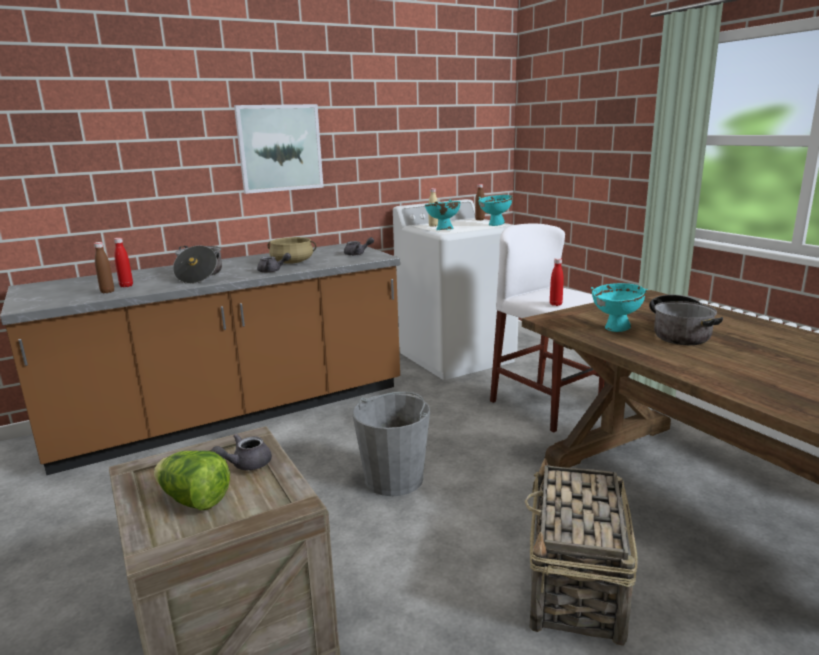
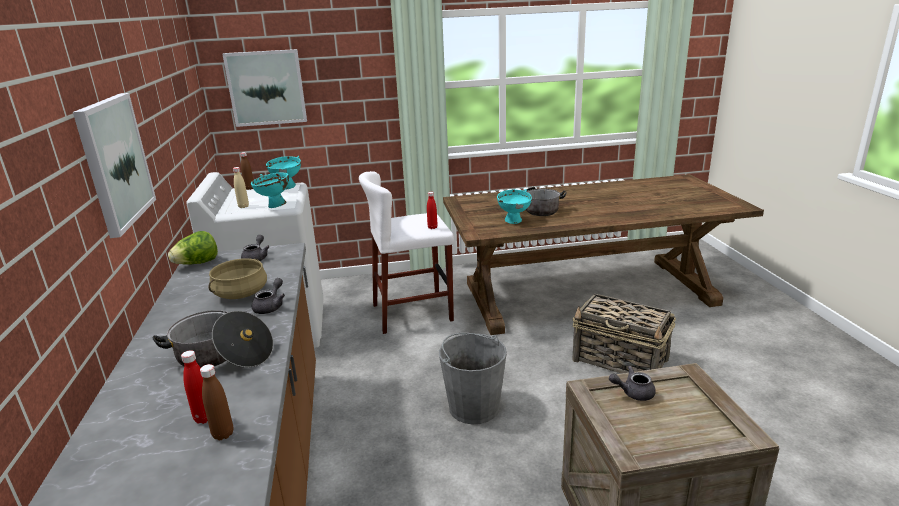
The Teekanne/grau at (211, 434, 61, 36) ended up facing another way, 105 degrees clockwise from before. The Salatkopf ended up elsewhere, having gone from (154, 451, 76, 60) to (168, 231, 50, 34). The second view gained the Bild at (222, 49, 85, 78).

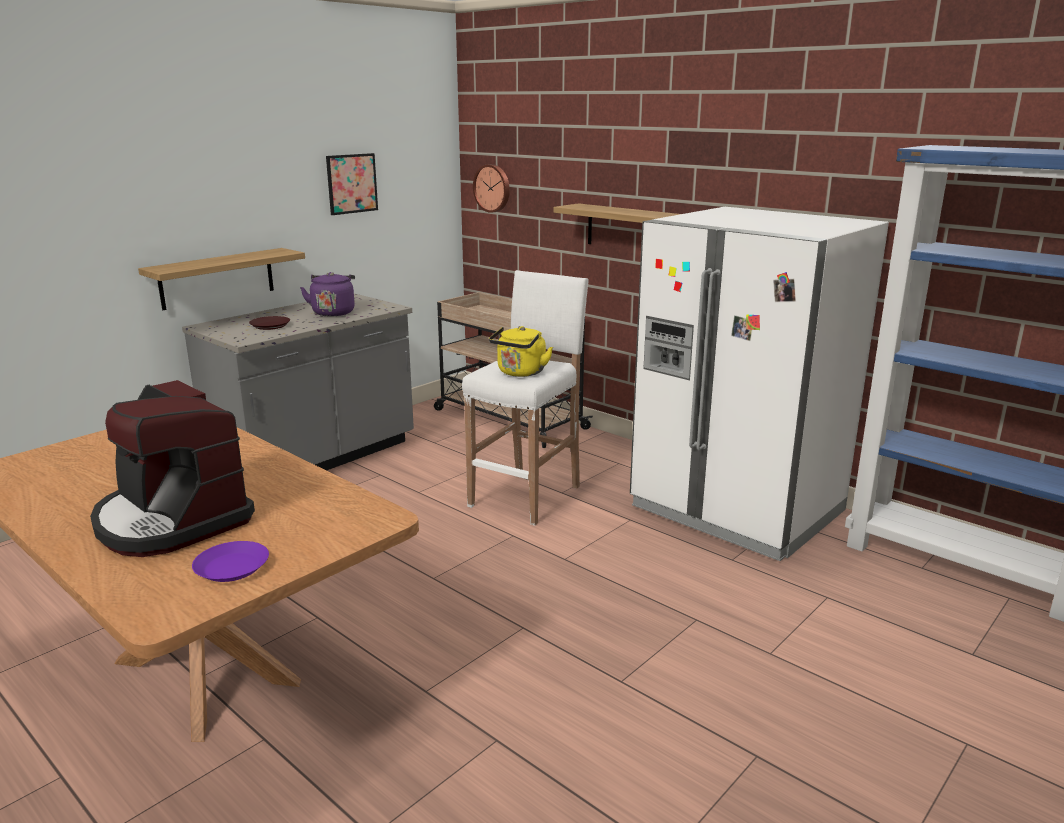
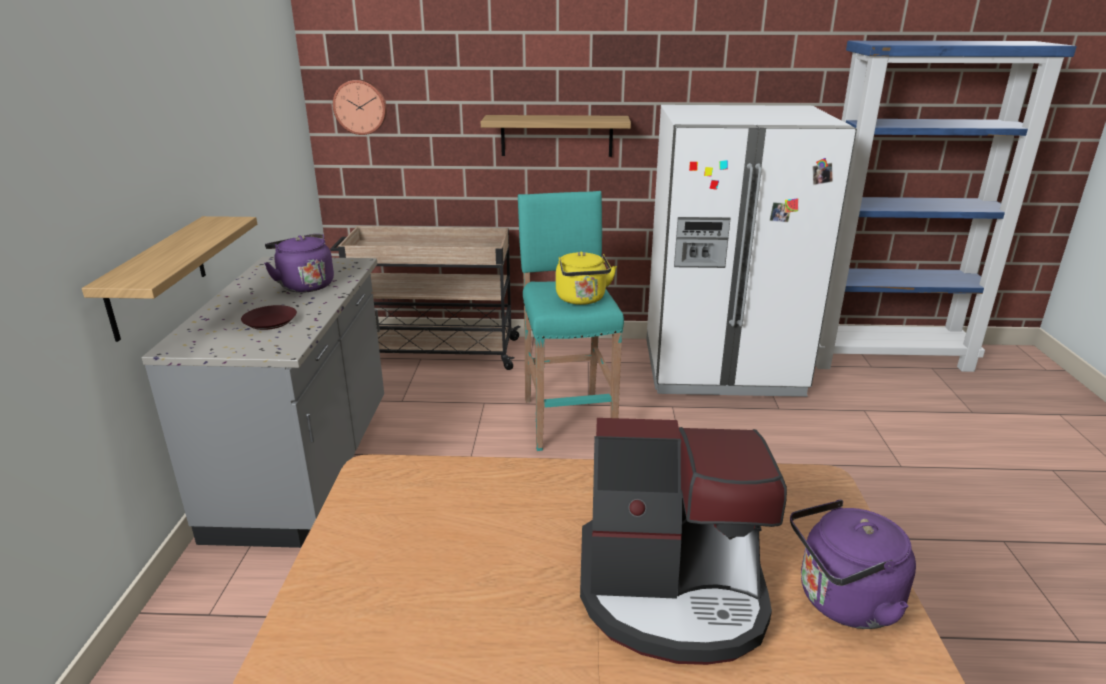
The second view lost the Bild at (326, 153, 52, 62). What was the Hocker/weiß at (462, 270, 127, 256) turned into the Hocker/türkis at (518, 191, 106, 260). Where the Teller/lila stood at (192, 541, 77, 41), the Wasserkessel/lila came to stand at (790, 500, 126, 129).

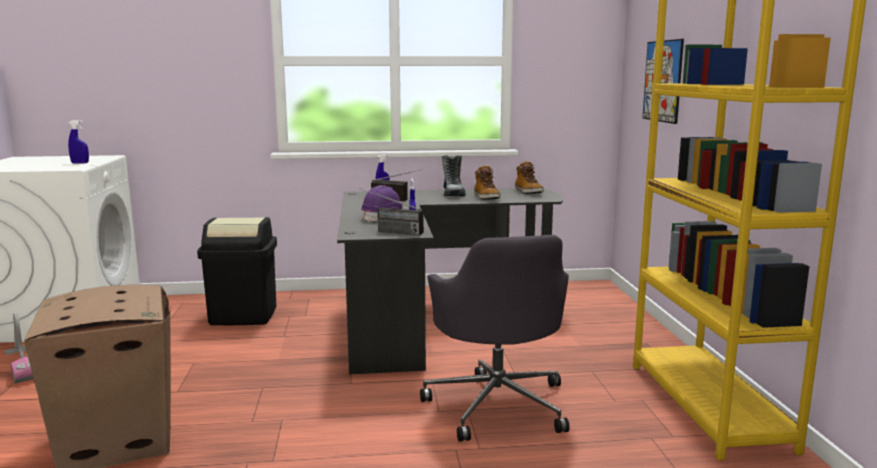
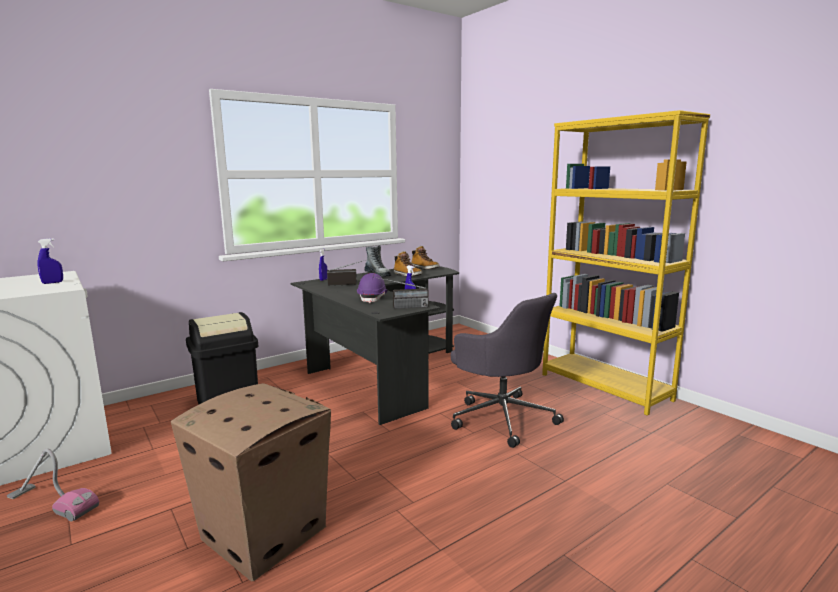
The second view lost the Bild at (643, 39, 41, 85).

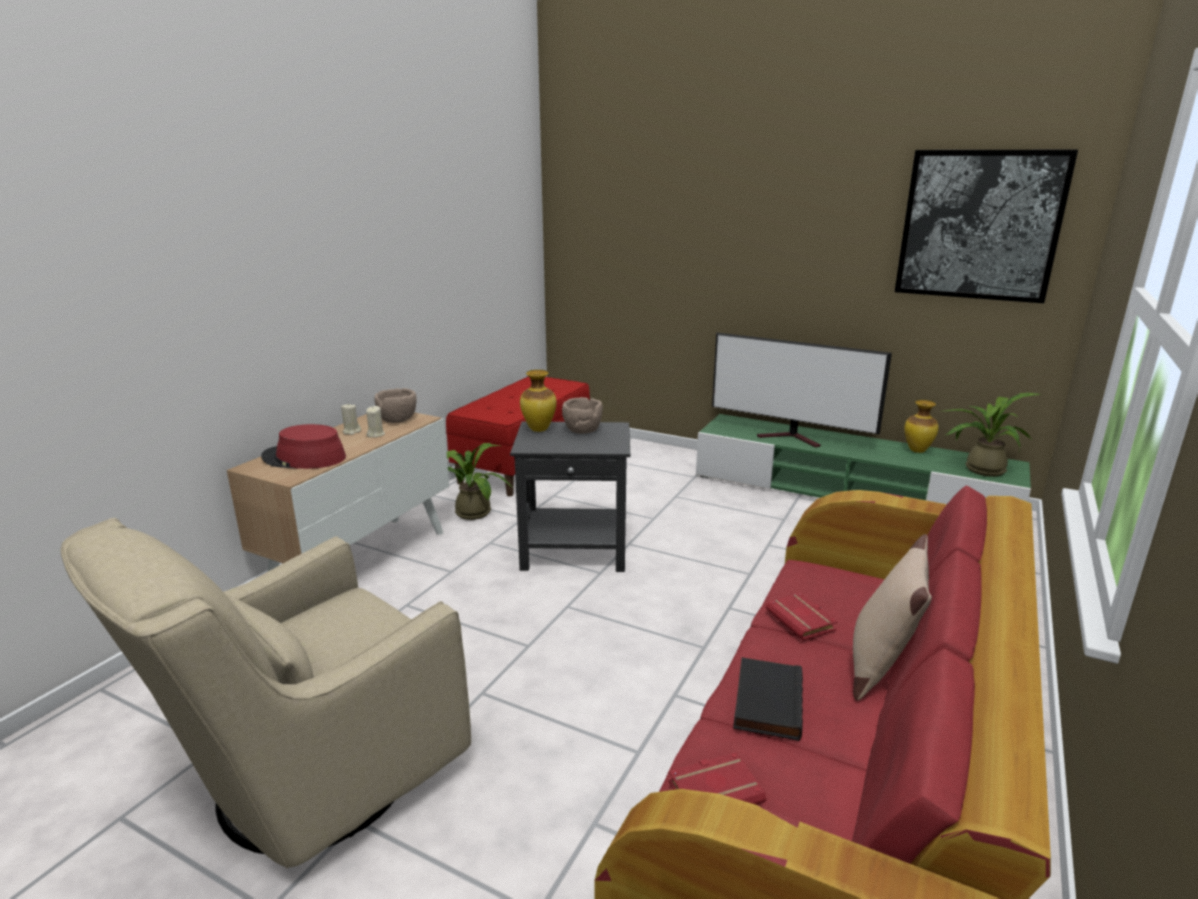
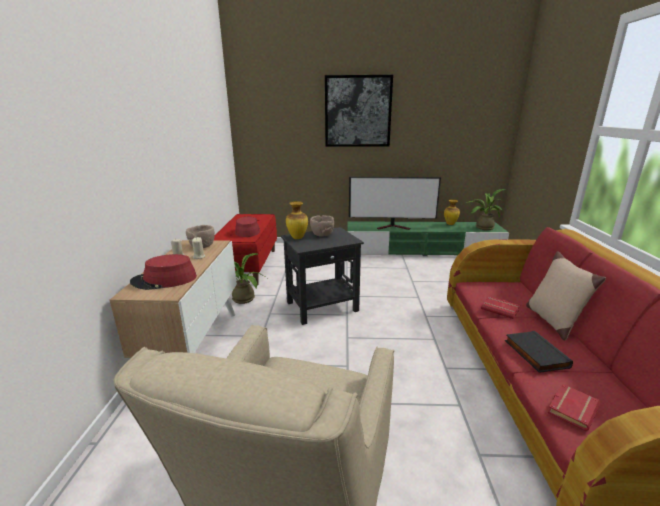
The Bild ended up elsewhere, having gone from (895, 150, 183, 153) to (325, 75, 68, 72). The second view gained the Hut/rot at (235, 217, 25, 20).

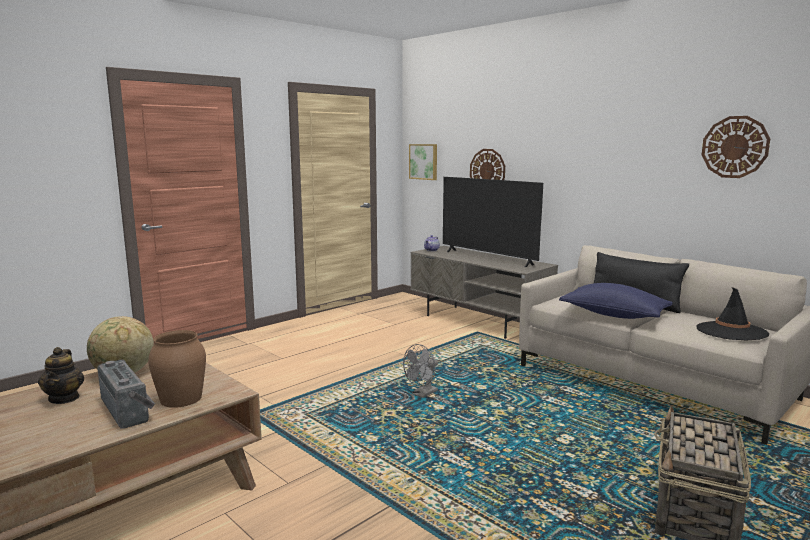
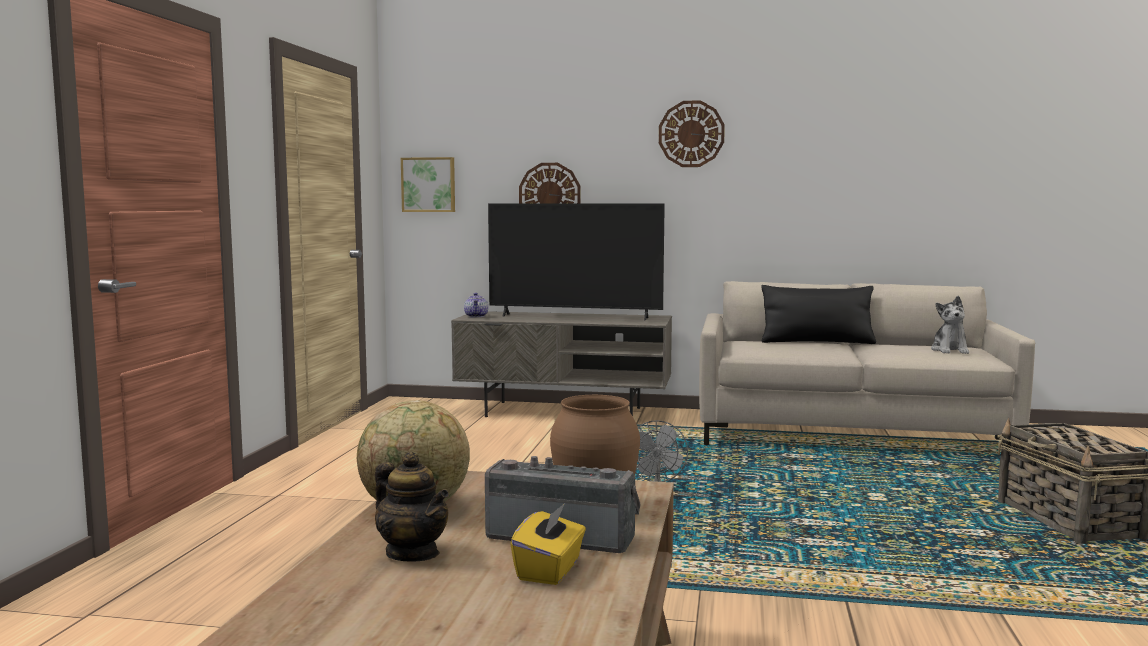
The Wanduhr ended up elsewhere, having gone from (702, 116, 68, 62) to (659, 100, 66, 67). The second view lost the Kissen/blau at (559, 283, 114, 36). Where the Hut/schwarz stood at (696, 287, 73, 54), the Plüschtier came to stand at (931, 296, 38, 58). The second view gained the Taschentuchbox/gelb at (510, 503, 76, 82).

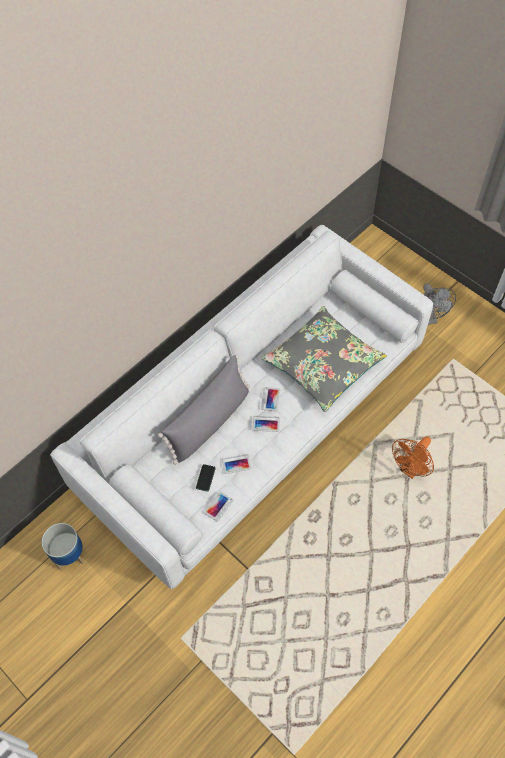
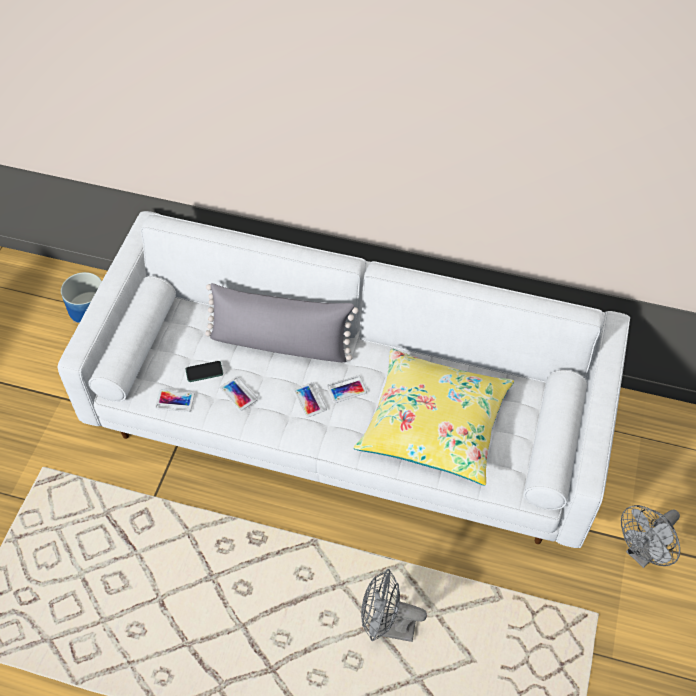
What was the Kissen/grau at (262, 306, 125, 106) turned into the Kissen/gelb at (354, 349, 160, 137). What was the Ventilator/orange at (392, 436, 42, 43) turned into the Ventilator/grau at (361, 569, 66, 73).

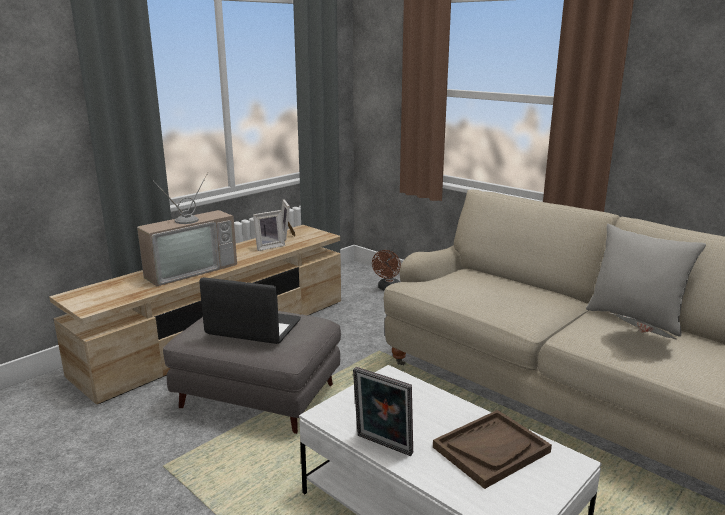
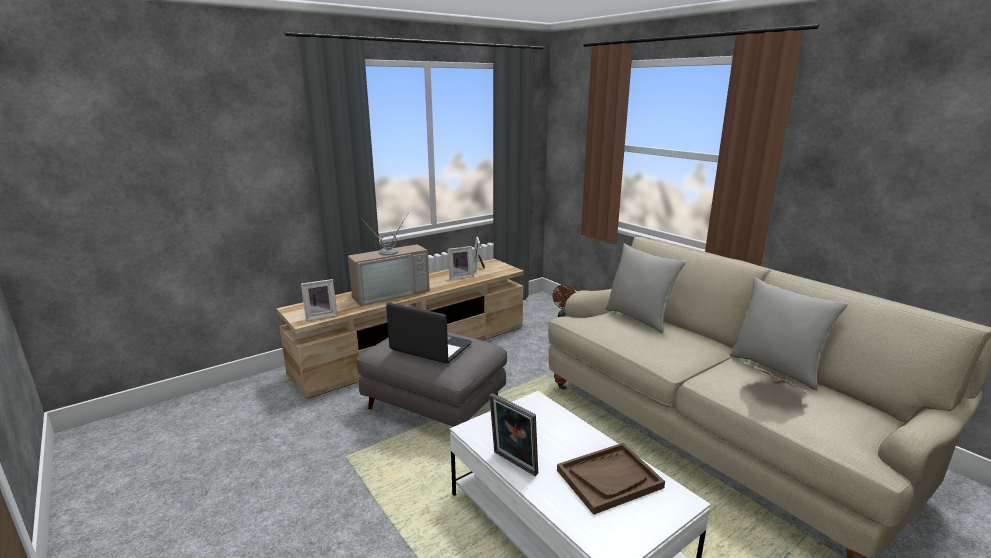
The second view gained the Kissen/grau at (605, 244, 81, 89). The second view gained the Bilderrahmen at (301, 279, 37, 42).

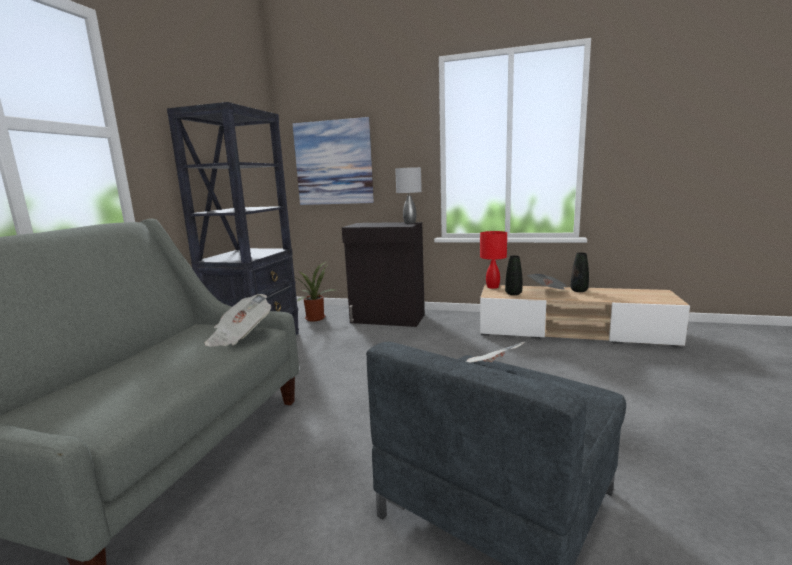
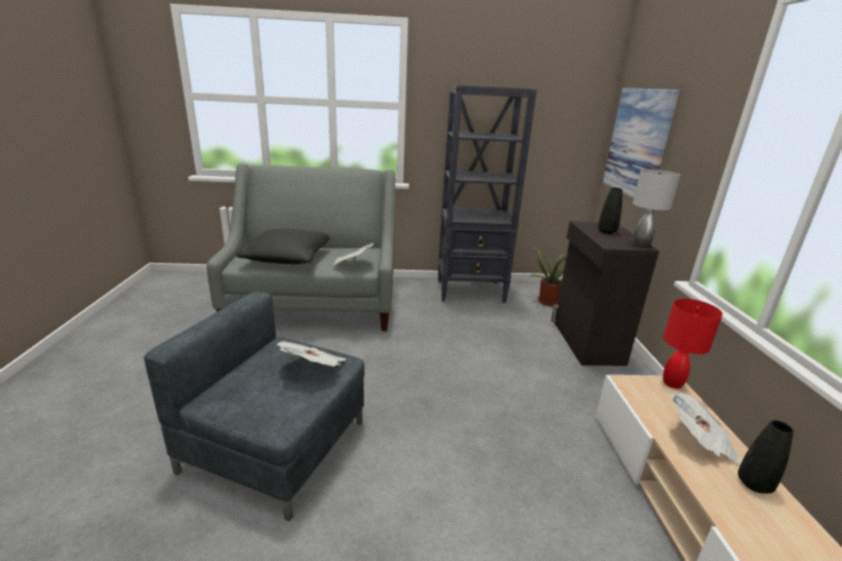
The Vase/schwarz ended up elsewhere, having gone from (505, 256, 18, 39) to (598, 188, 24, 46). The second view gained the Kissen/schwarz at (236, 229, 94, 35).

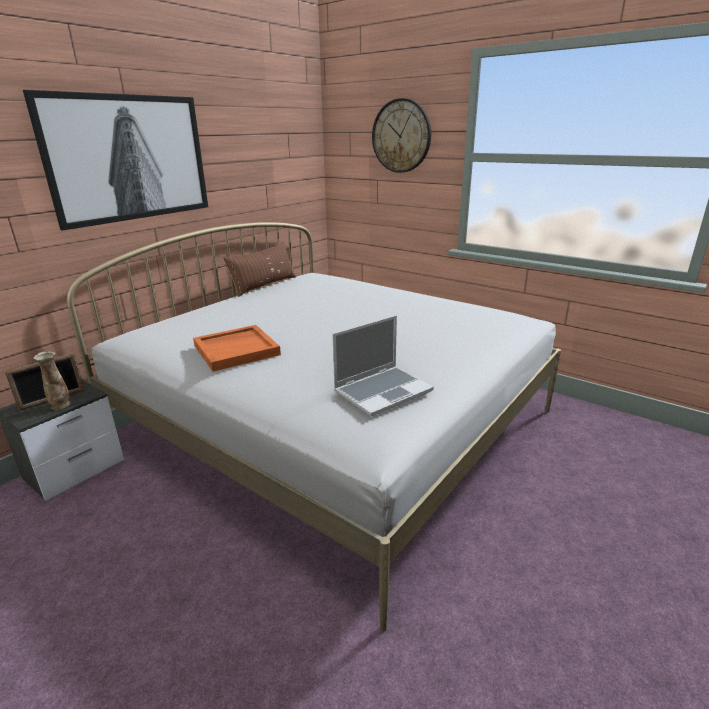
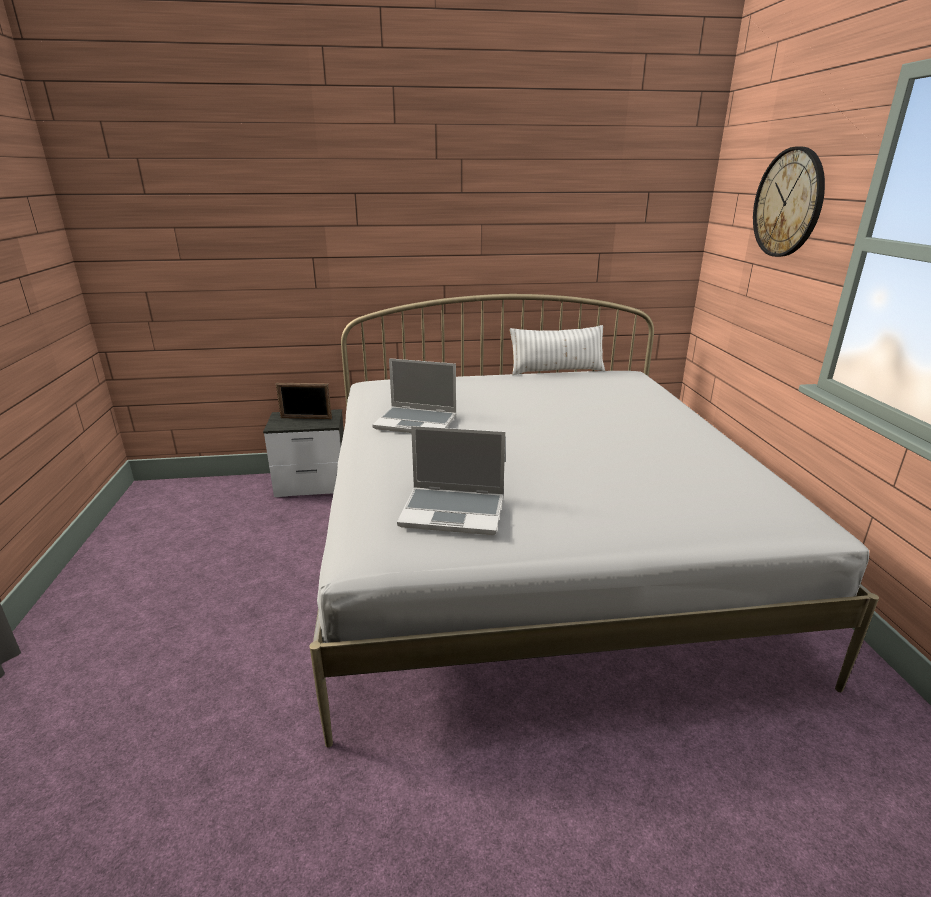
The second view lost the Bild at (23, 90, 185, 141). What was the Kissen/braun at (223, 242, 73, 55) turned into the Kissen/weiß at (510, 325, 95, 50). Where the Tablett/orange stood at (193, 325, 88, 47), the Laptop came to stand at (372, 358, 84, 75). The second view lost the Vase at (33, 351, 37, 59).

